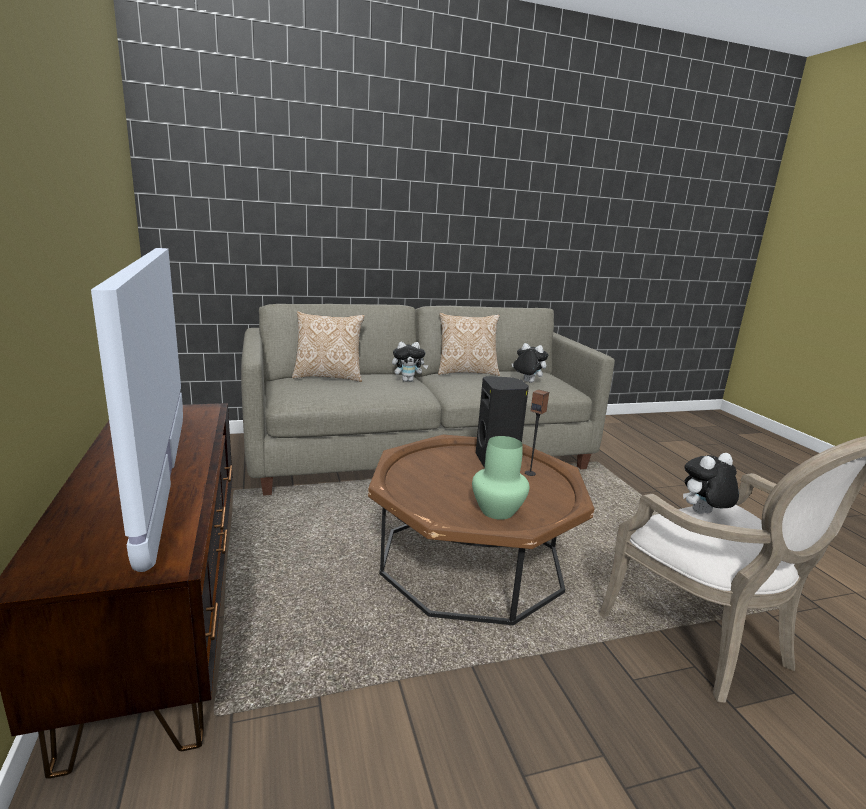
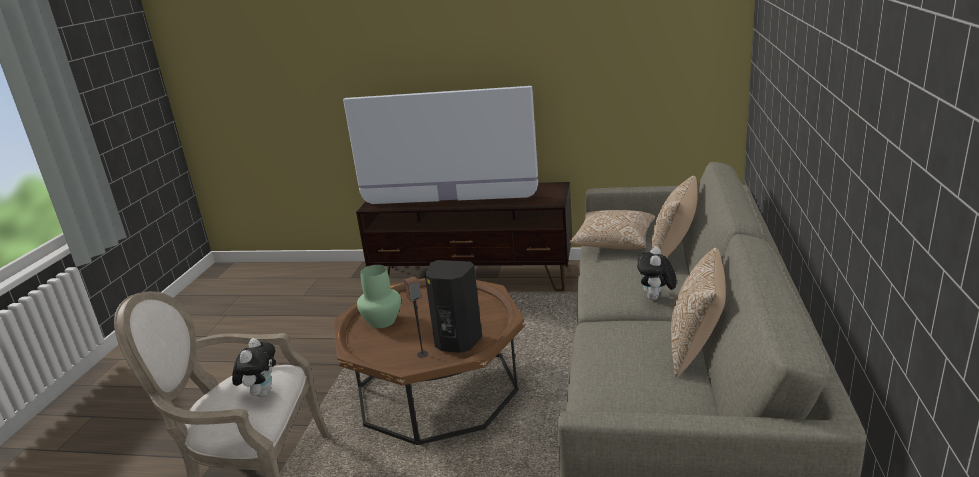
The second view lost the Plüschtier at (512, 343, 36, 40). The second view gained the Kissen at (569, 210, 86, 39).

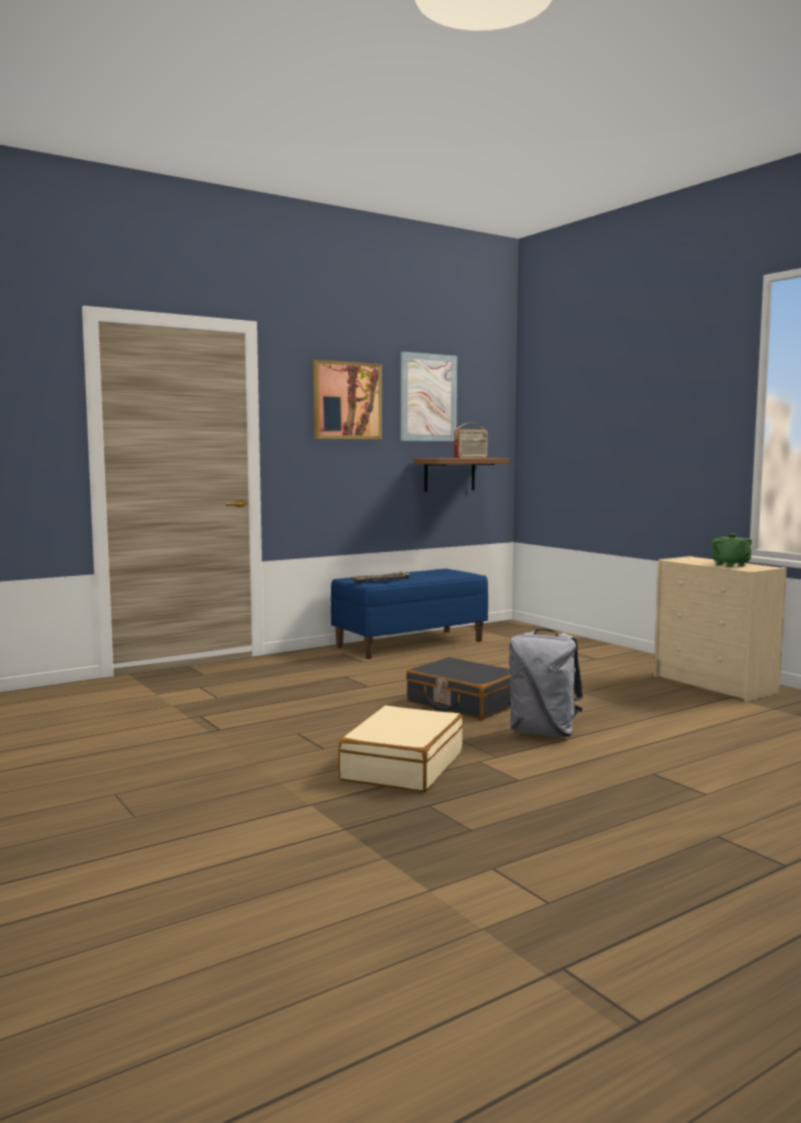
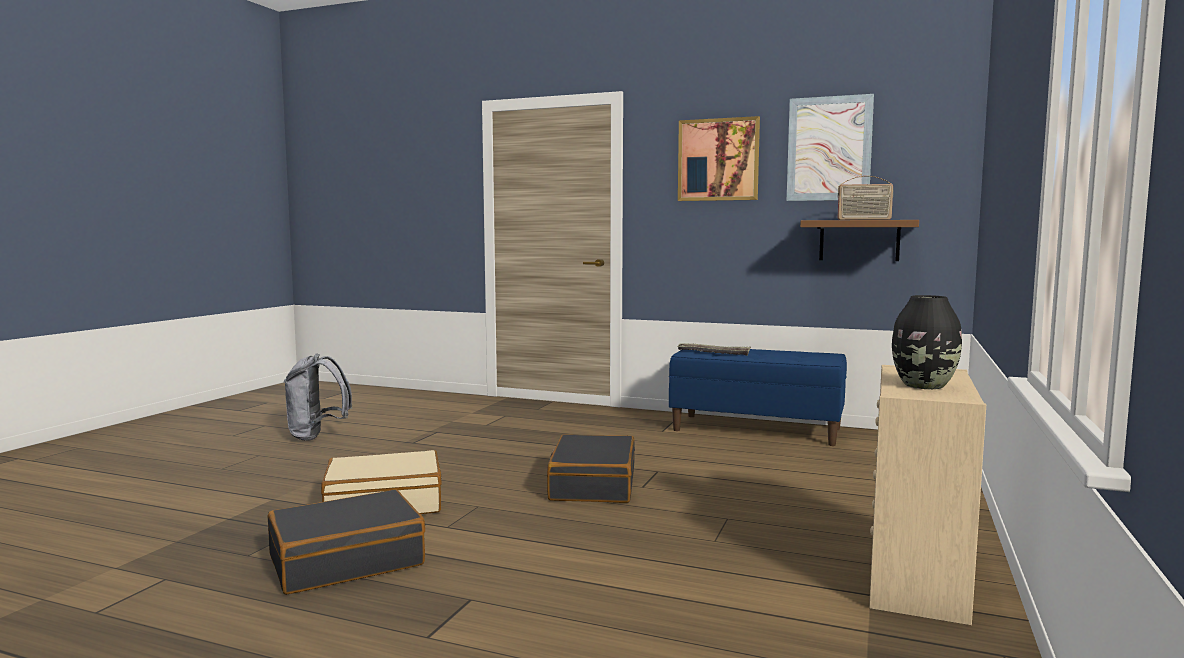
Where the Teekanne/grün stood at (712, 533, 40, 34), the Vase/schwarz came to stand at (892, 295, 70, 94). The Rucksack/grau ended up elsewhere, having gone from (509, 629, 74, 108) to (284, 353, 68, 88). The second view gained the Koffer/schwarz at (268, 489, 157, 106).

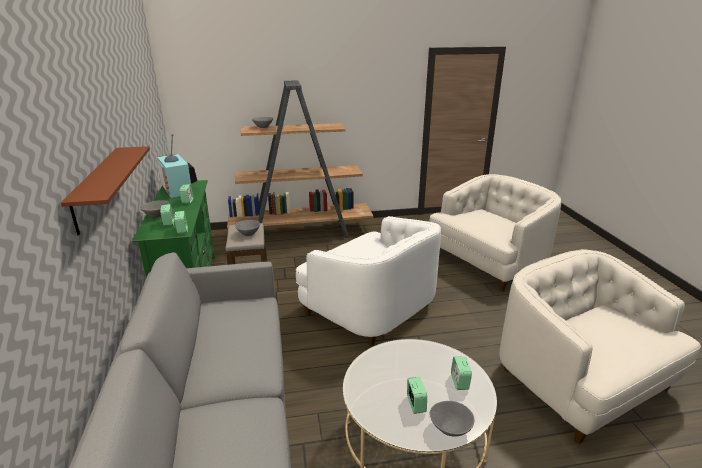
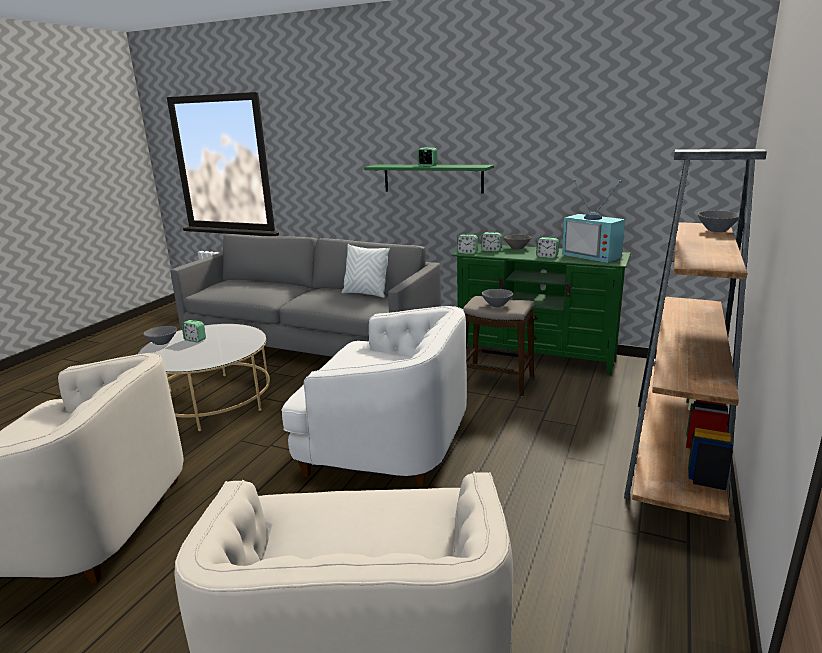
The Fernseher at (157, 127, 40, 71) ended up facing another way, 135 degrees counterclockwise from before. What was the Wandregal/braun at (61, 146, 89, 89) turned into the Wandregal/grün at (364, 165, 130, 29). The Sessel/weiß at (296, 216, 145, 130) ended up facing another way, 150 degrees counterclockwise from before. The Wecker ended up elsewhere, having gone from (451, 357, 21, 33) to (417, 148, 21, 18). The second view gained the Kissen/weiß at (341, 244, 49, 54).

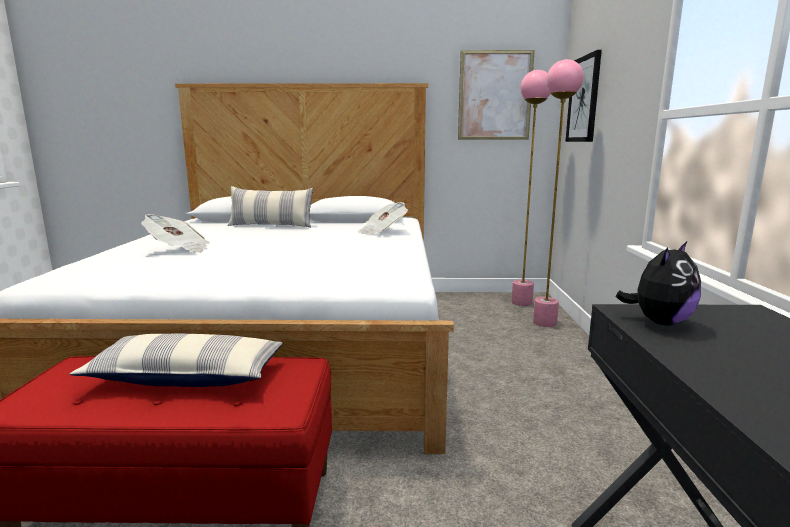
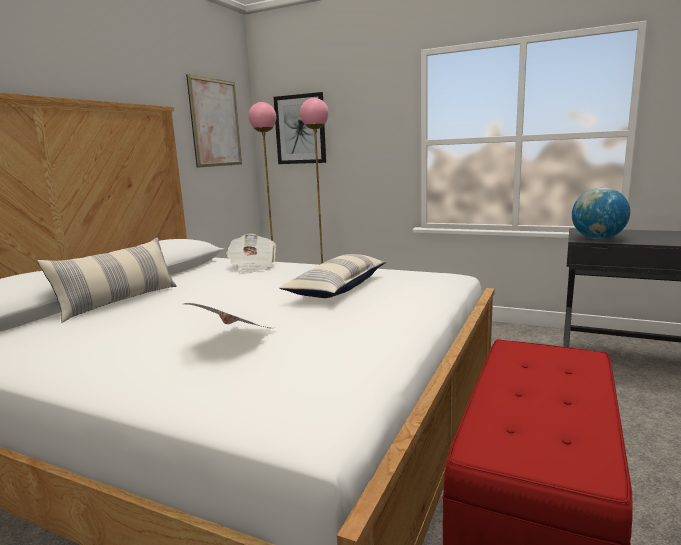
Where the Plüschtier stood at (616, 241, 85, 84), the Globus came to stand at (572, 187, 58, 52). The Kissen ended up elsewhere, having gone from (70, 334, 213, 53) to (279, 254, 107, 44).

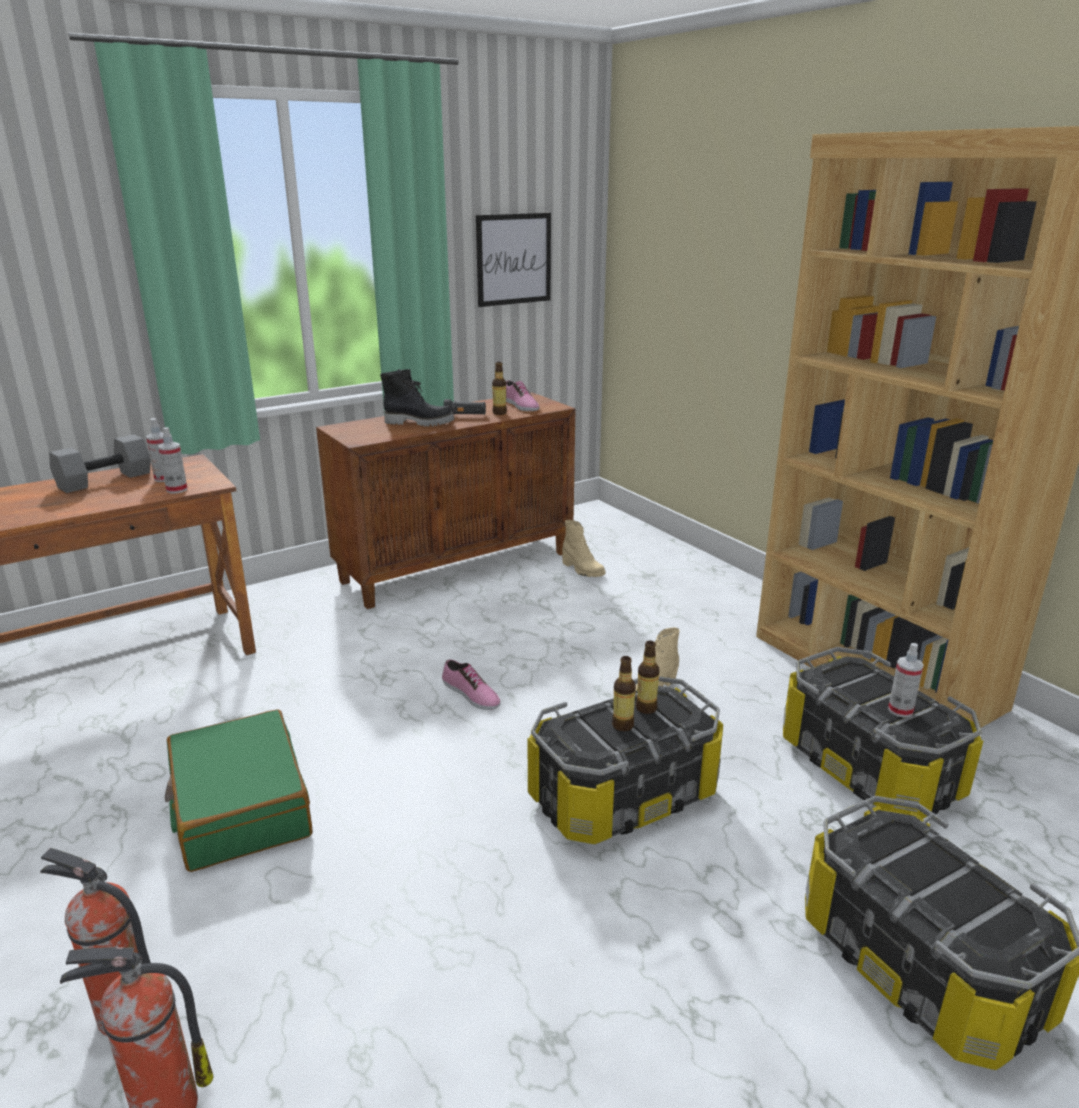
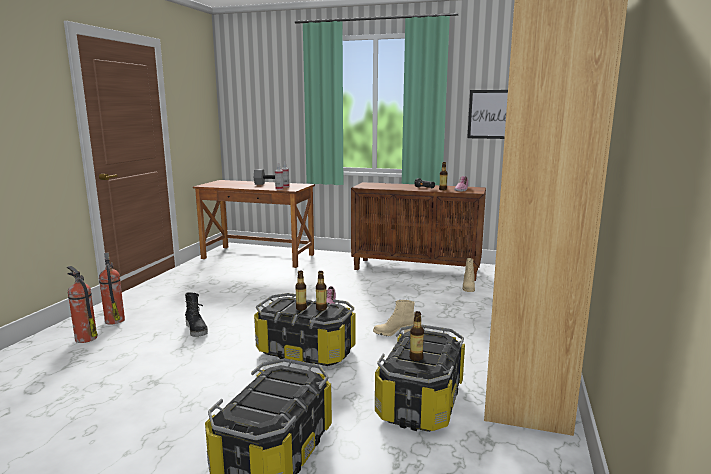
The Stiefel/schwarz ended up elsewhere, having gone from (380, 369, 74, 58) to (185, 292, 23, 45). Where the Sprühflasche stood at (888, 643, 36, 75), the Flasche came to stand at (409, 311, 15, 50). The second view lost the Koffer/grün at (165, 709, 148, 163).

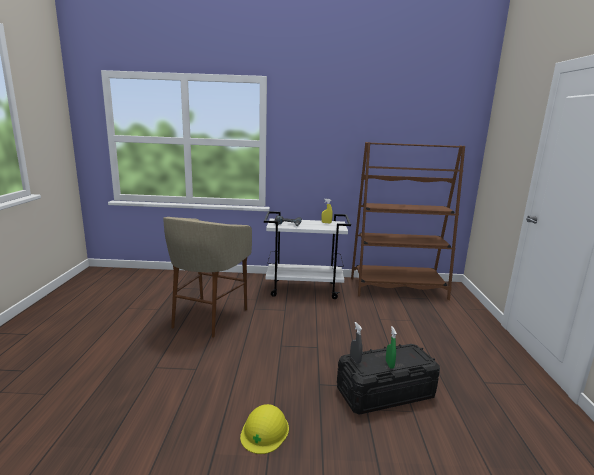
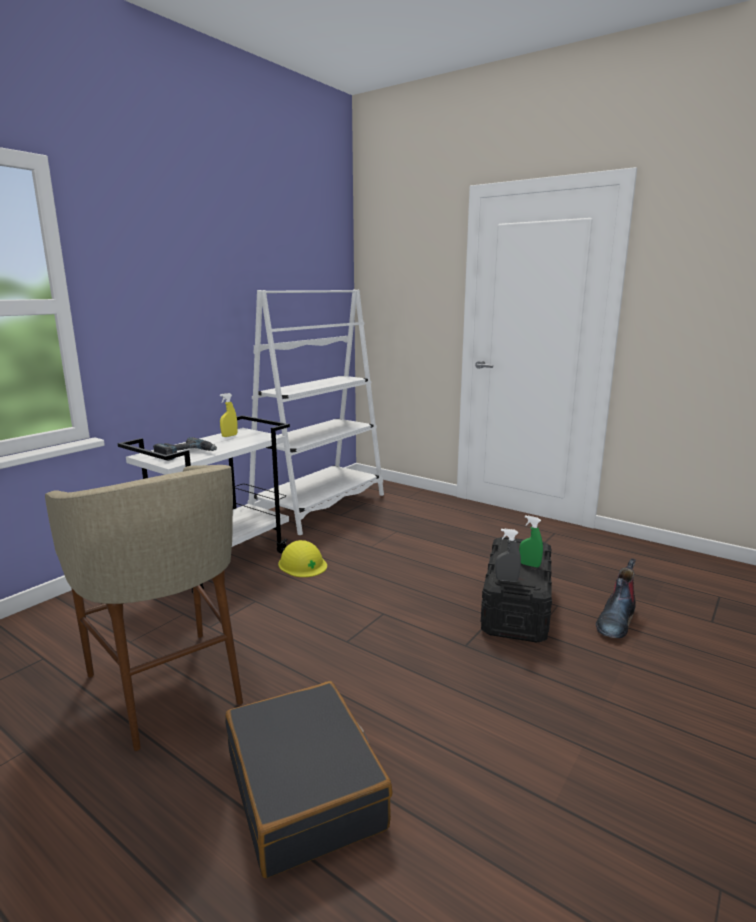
What was the Bücherregal/braun at (351, 142, 114, 158) turned into the Bücherregal/weiß at (248, 290, 136, 245). The Schutzhelm/gelb ended up elsewhere, having gone from (240, 404, 49, 50) to (278, 540, 49, 37). The second view gained the Stiefel at (596, 558, 40, 80). The second view gained the Koffer/schwarz at (225, 681, 168, 197).

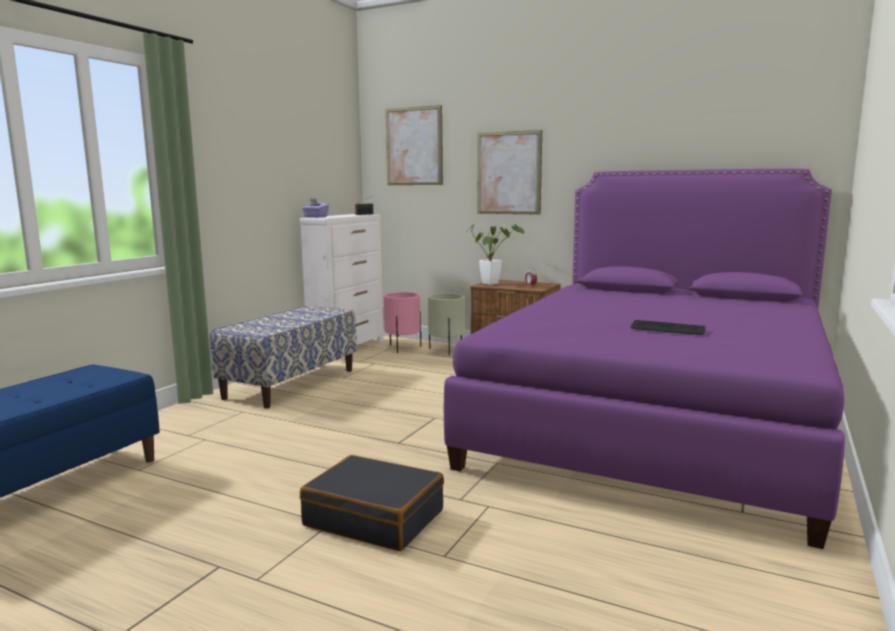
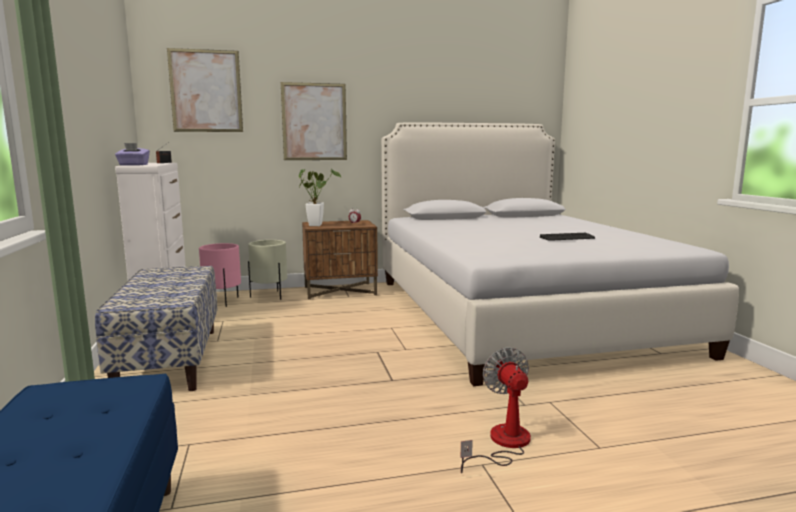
What was the Bett/lila at (444, 169, 401, 380) turned into the Bett/weiß at (381, 122, 358, 264). Where the Koffer/schwarz stood at (300, 455, 144, 96), the Ventilator came to stand at (461, 347, 70, 126).

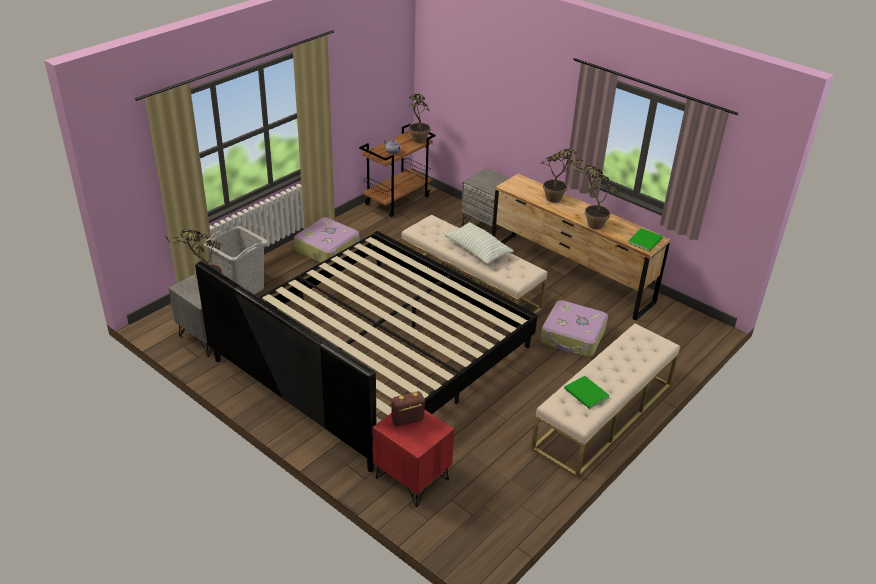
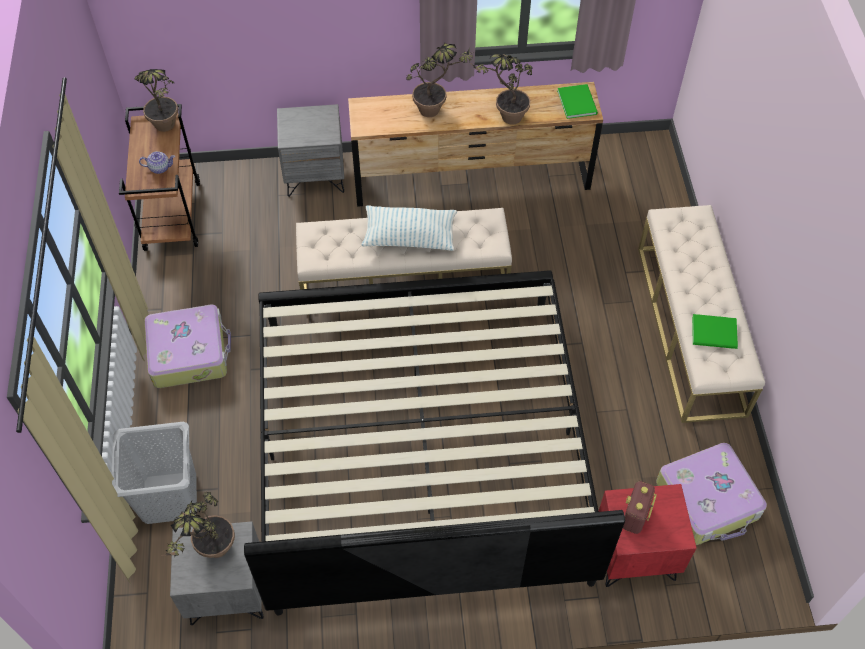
The Koffer ended up elsewhere, having gone from (541, 300, 67, 57) to (656, 443, 111, 102).

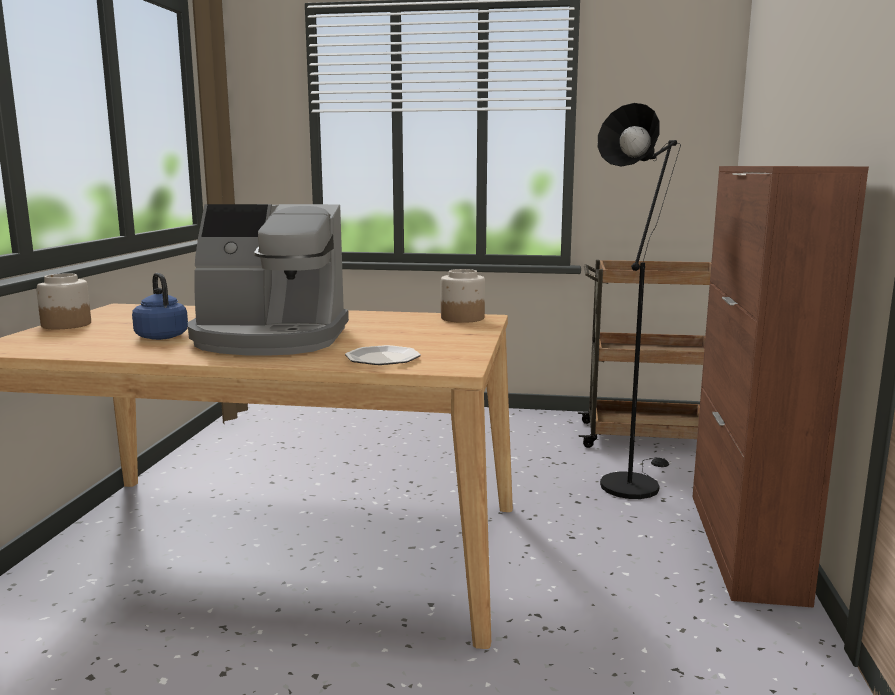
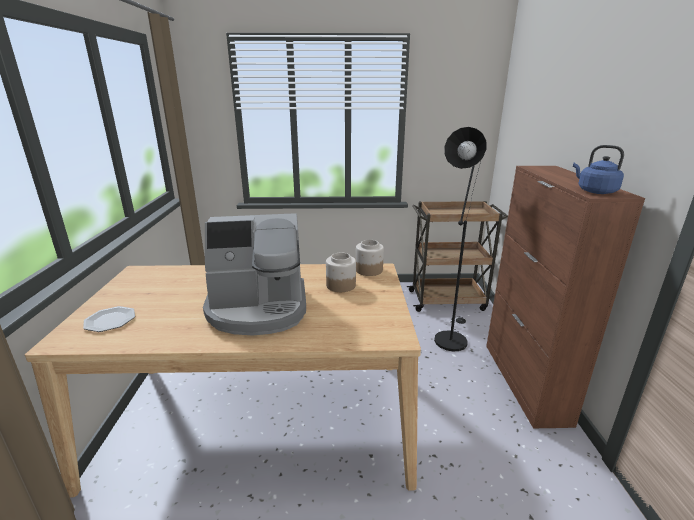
The Vorratsglas ended up elsewhere, having gone from (36, 273, 55, 56) to (326, 253, 30, 39). The Wasserkessel/blau ended up elsewhere, having gone from (132, 273, 56, 67) to (573, 145, 51, 49). The Teller ended up elsewhere, having gone from (345, 345, 76, 20) to (83, 306, 52, 26).

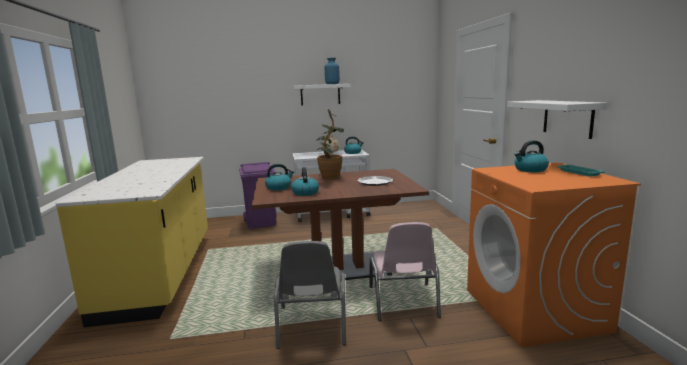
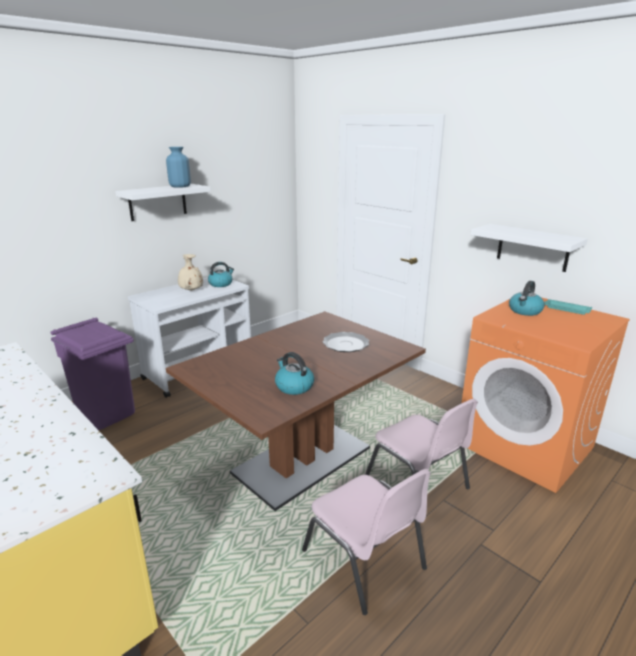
The second view lost the Topfpflanze at (316, 109, 28, 70). The second view lost the Wasserkessel at (265, 164, 29, 27). What was the Stuhl/grau at (274, 241, 72, 108) turned into the Stuhl/rosa at (302, 469, 129, 146).

